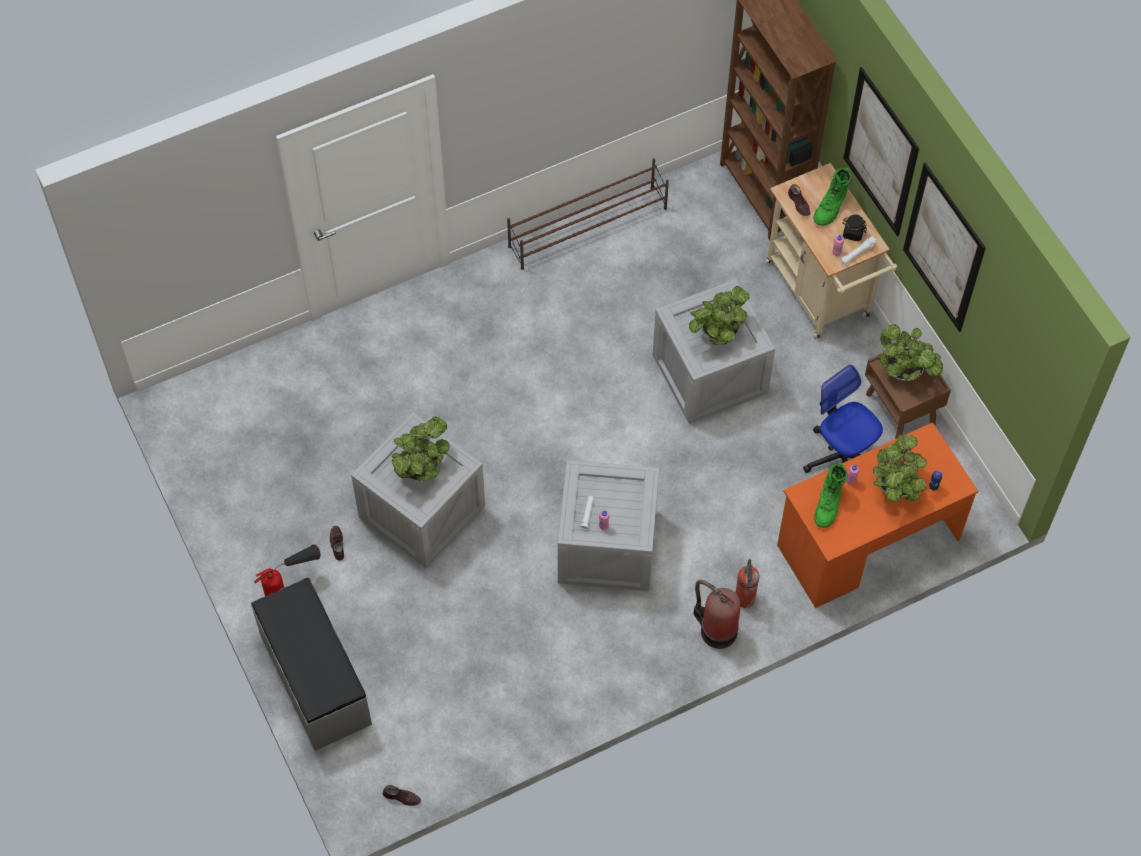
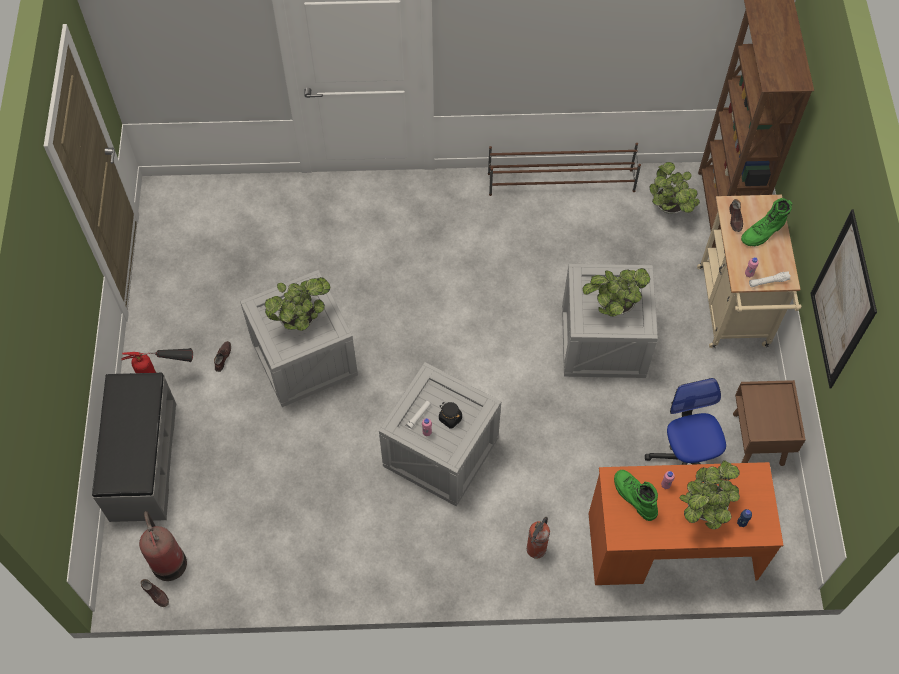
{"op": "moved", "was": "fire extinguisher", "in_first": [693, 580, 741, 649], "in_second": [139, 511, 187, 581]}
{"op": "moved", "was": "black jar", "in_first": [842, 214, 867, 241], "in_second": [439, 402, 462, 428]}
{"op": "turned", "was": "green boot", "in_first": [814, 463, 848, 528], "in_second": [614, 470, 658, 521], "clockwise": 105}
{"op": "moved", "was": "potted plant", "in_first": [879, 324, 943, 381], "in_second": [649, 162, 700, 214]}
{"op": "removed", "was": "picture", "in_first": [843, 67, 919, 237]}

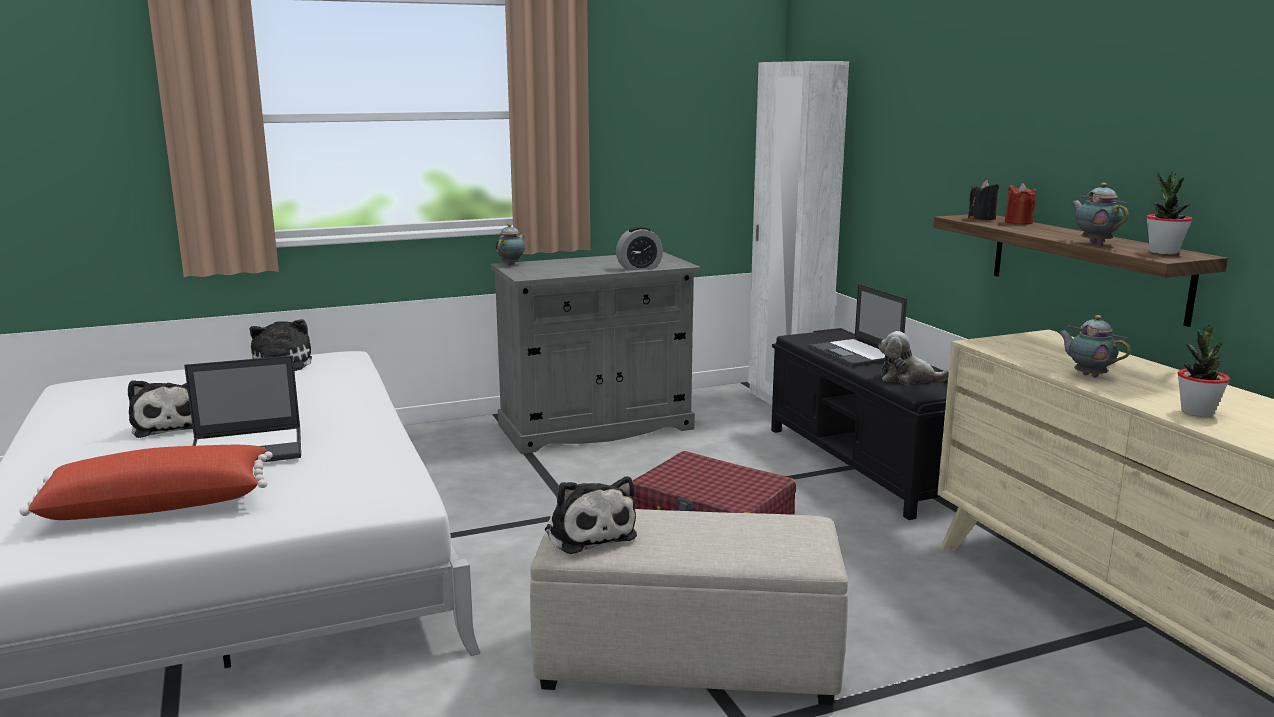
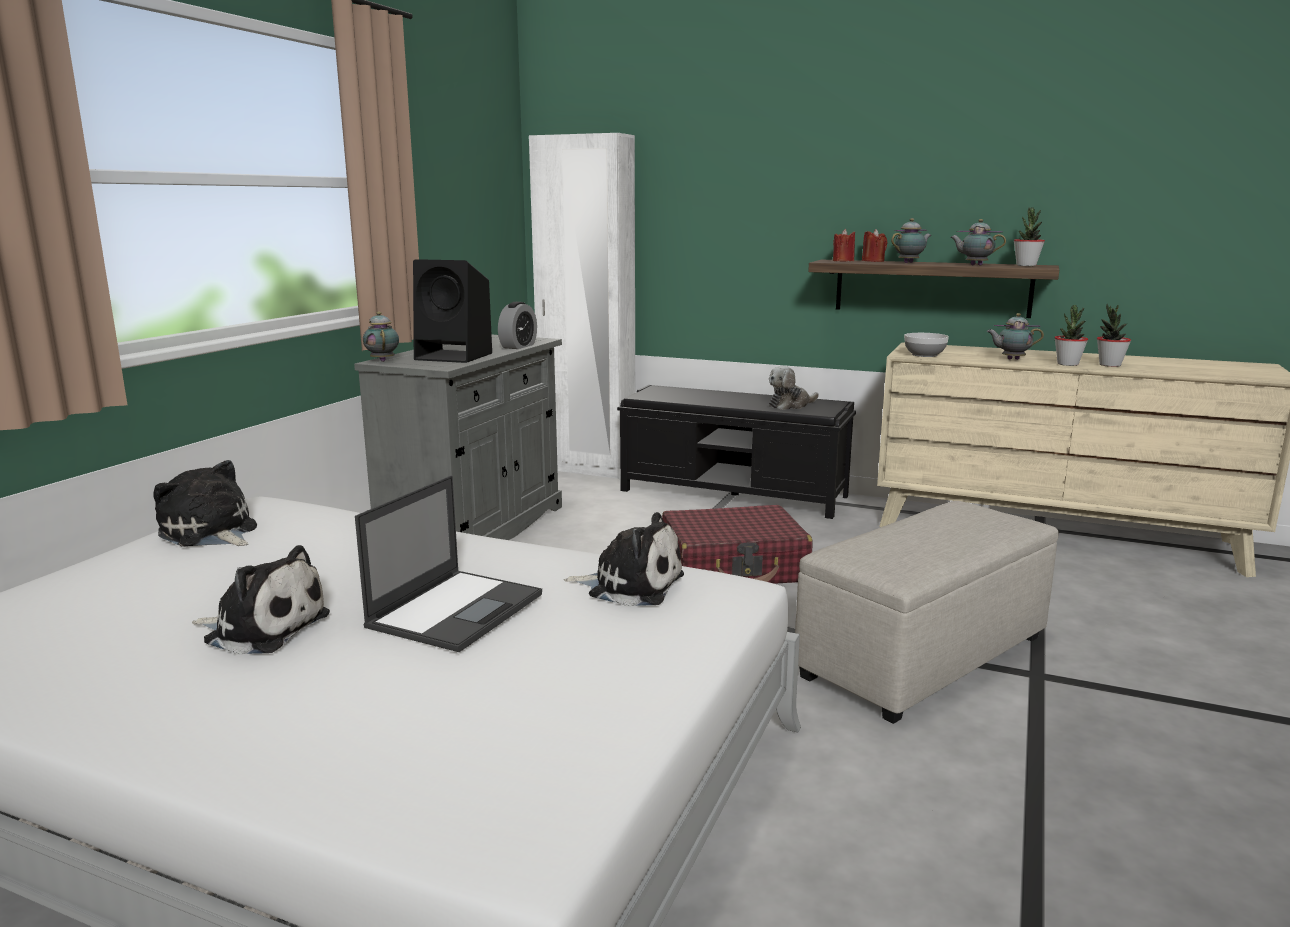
{"op": "added", "now": "black speaker", "in_second": [413, 259, 492, 363]}
{"op": "moved", "was": "plush toy", "in_first": [545, 476, 637, 554], "in_second": [564, 512, 684, 606]}
{"op": "recoloured", "was": "black candle", "now": "red candle", "in_first": [968, 180, 999, 220], "in_second": [833, 229, 855, 261]}
{"op": "added", "now": "teapot", "in_second": [891, 218, 931, 263]}
{"op": "added", "now": "bowl", "in_second": [904, 333, 949, 357]}
{"op": "added", "now": "potted plant", "in_second": [1055, 305, 1088, 366]}
{"op": "removed", "was": "red pillow", "in_first": [19, 445, 273, 520]}
{"op": "removed", "was": "laptop", "in_first": [808, 284, 907, 367]}

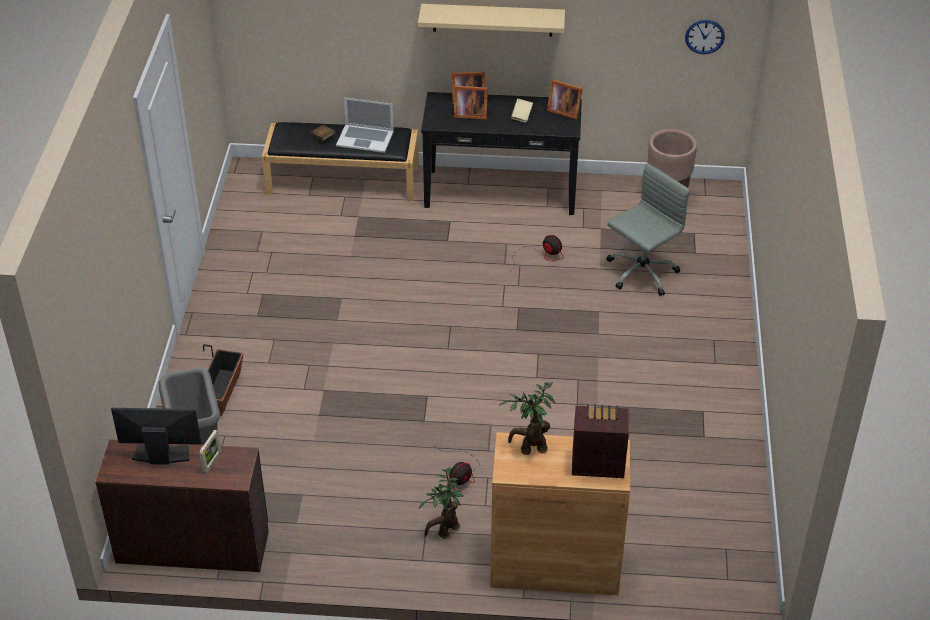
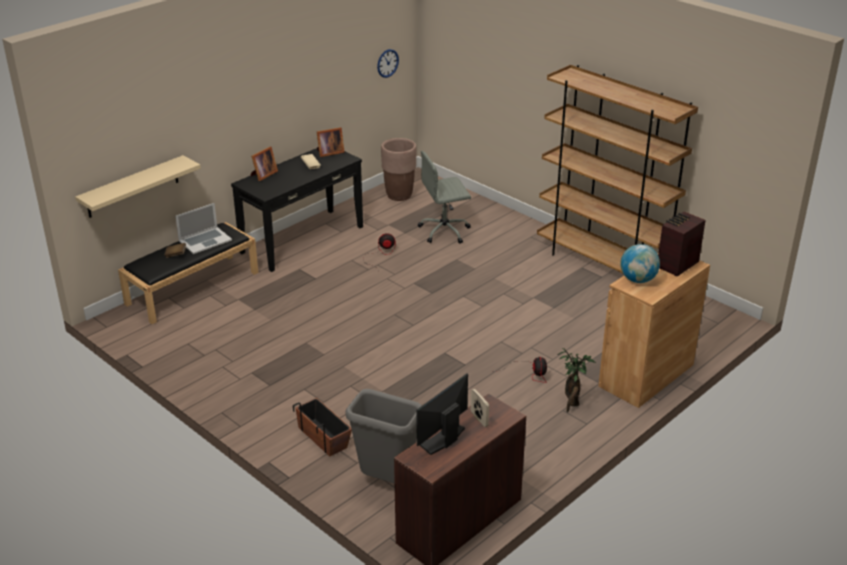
{"op": "moved", "was": "beige shelf", "in_first": [418, 4, 565, 37], "in_second": [75, 155, 201, 218]}
{"op": "turned", "was": "grey office chair", "in_first": [606, 163, 690, 296], "in_second": [418, 151, 471, 244], "clockwise": -105}
{"op": "added", "now": "brown bookcase", "in_second": [537, 65, 698, 273]}
{"op": "replaced", "was": "potted plant", "now": "globe", "in_first": [499, 382, 555, 455], "in_second": [620, 244, 660, 283]}
{"op": "removed", "was": "picture frame", "in_first": [454, 86, 488, 120]}

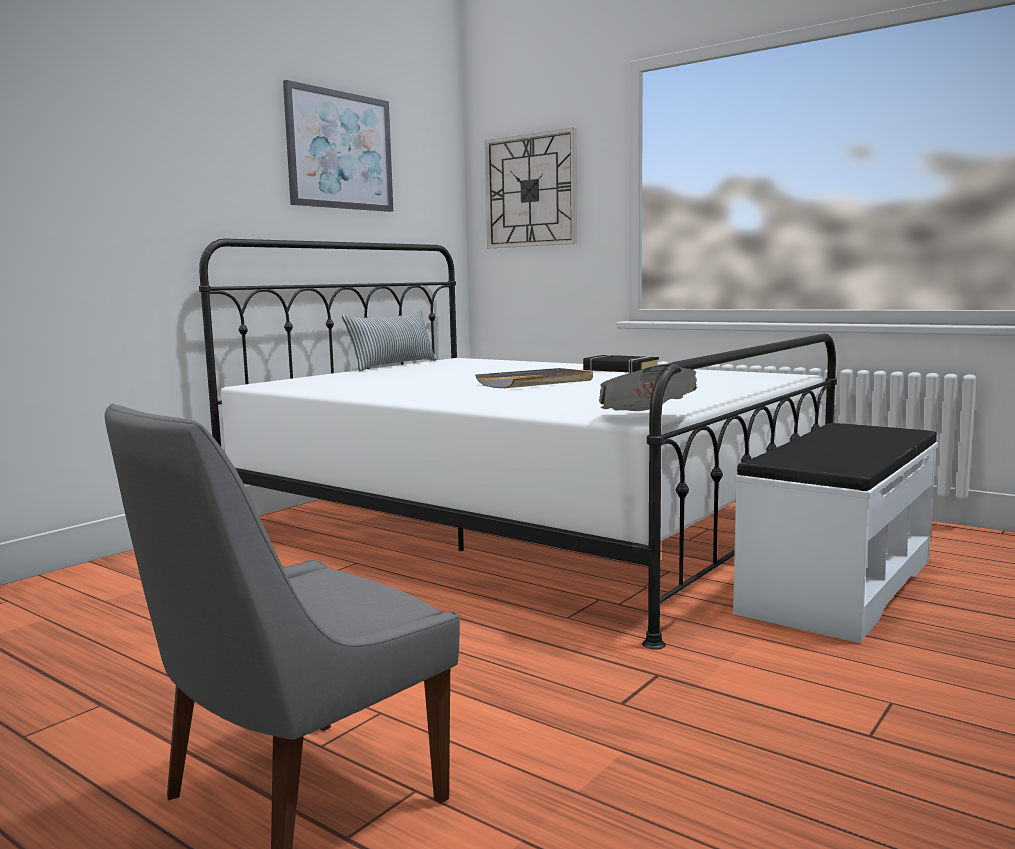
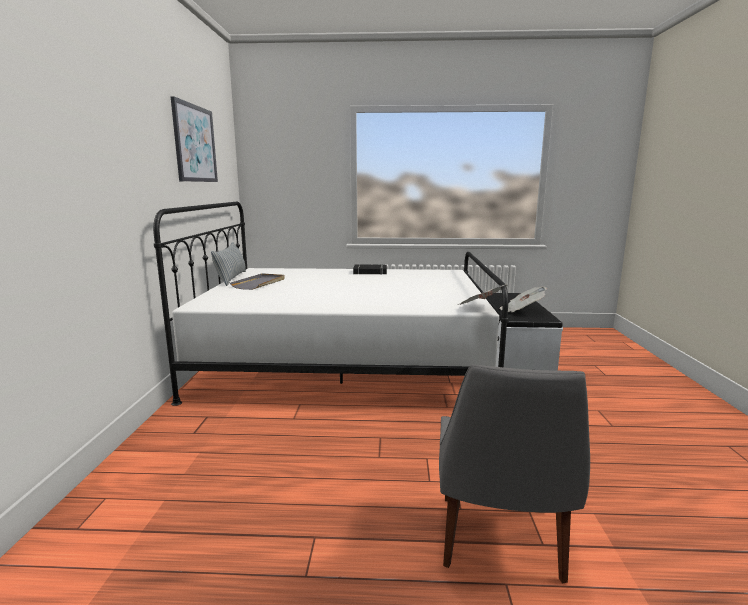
{"op": "moved", "was": "grey tray", "in_first": [475, 368, 593, 388], "in_second": [230, 273, 285, 290]}
{"op": "added", "now": "newspaper", "in_second": [499, 287, 547, 312]}
{"op": "removed", "was": "wall clock", "in_first": [485, 127, 577, 248]}

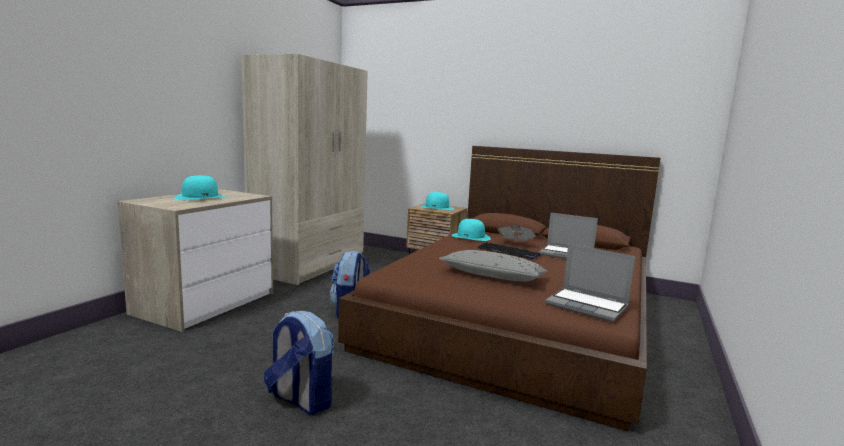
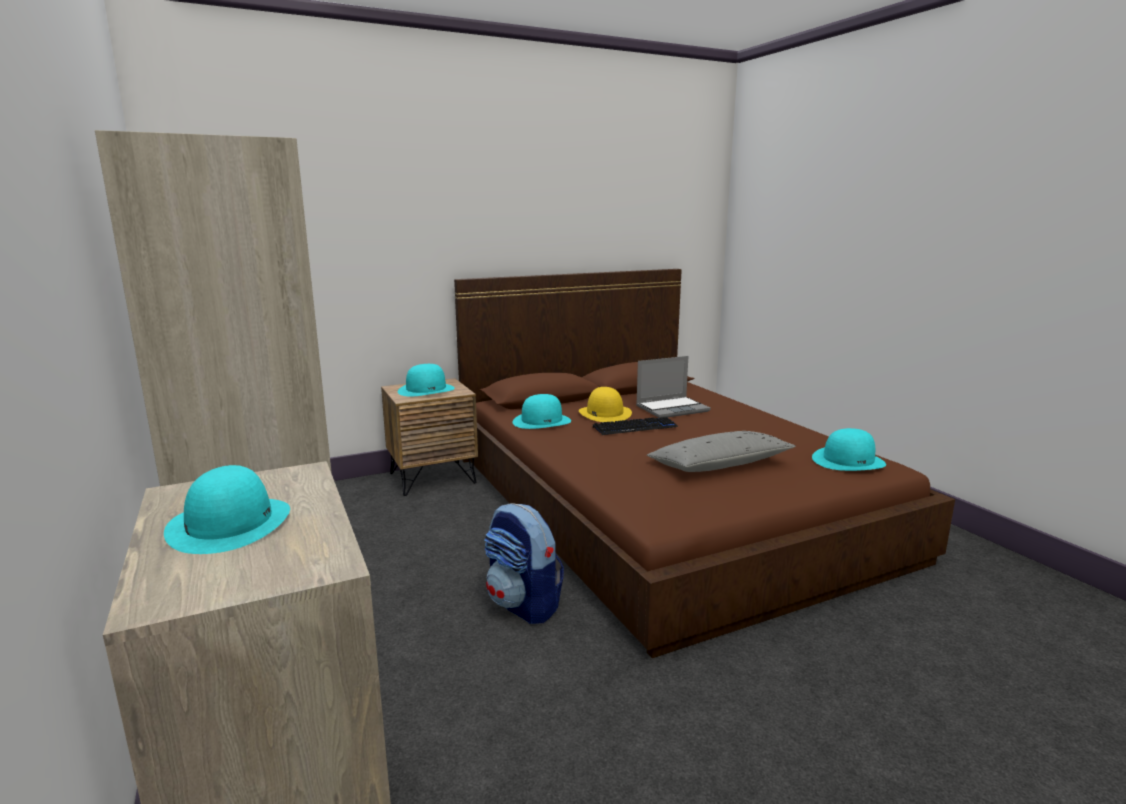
{"op": "replaced", "was": "newspaper", "now": "yellow hat", "in_first": [497, 226, 536, 241], "in_second": [579, 387, 632, 422]}
{"op": "replaced", "was": "laptop", "now": "turquoise hat", "in_first": [545, 244, 635, 322], "in_second": [812, 428, 886, 471]}
{"op": "removed", "was": "backpack", "in_first": [264, 311, 334, 415]}

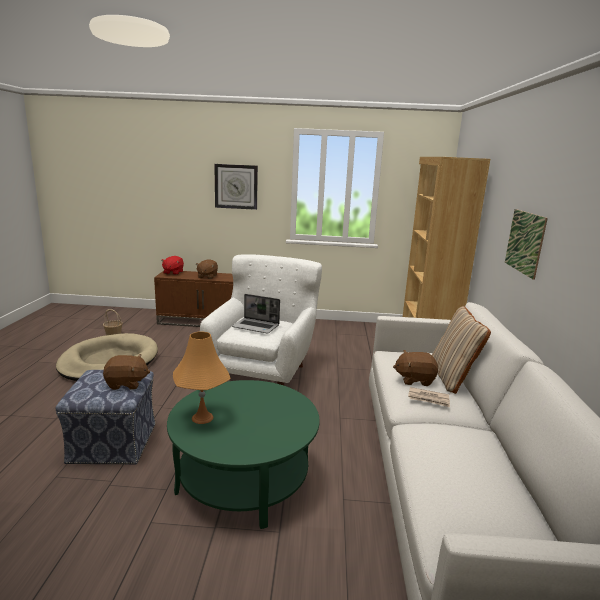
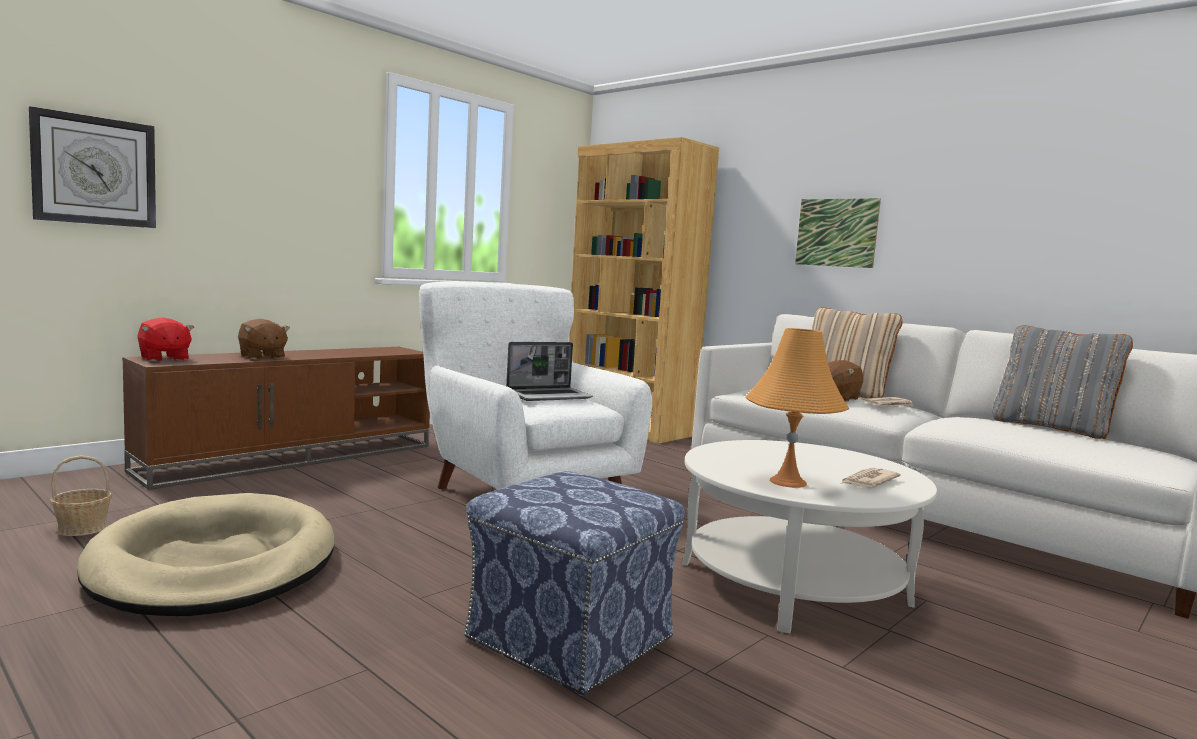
{"op": "moved", "was": "wall clock", "in_first": [214, 164, 258, 210], "in_second": [29, 106, 156, 228]}
{"op": "recoloured", "was": "green coffee table", "now": "white coffee table", "in_first": [167, 380, 320, 529], "in_second": [682, 440, 937, 633]}
{"op": "added", "now": "newspaper", "in_second": [840, 468, 901, 488]}
{"op": "added", "now": "grey pillow", "in_second": [992, 325, 1133, 439]}
{"op": "removed", "was": "brown plush toy", "in_first": [103, 354, 150, 390]}

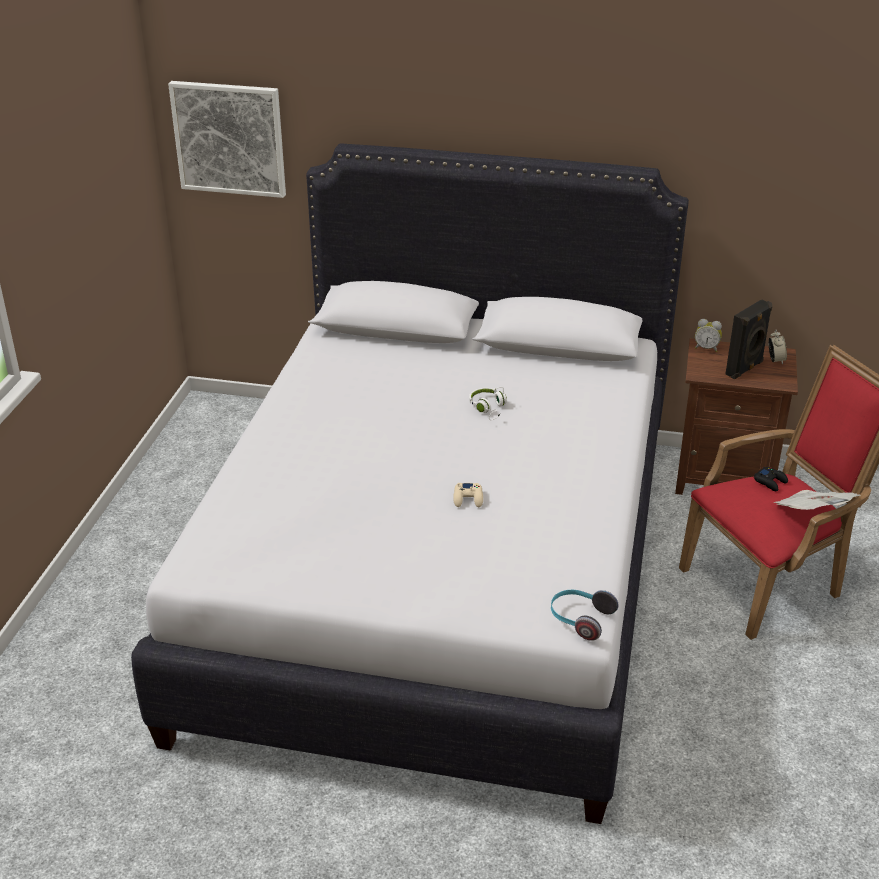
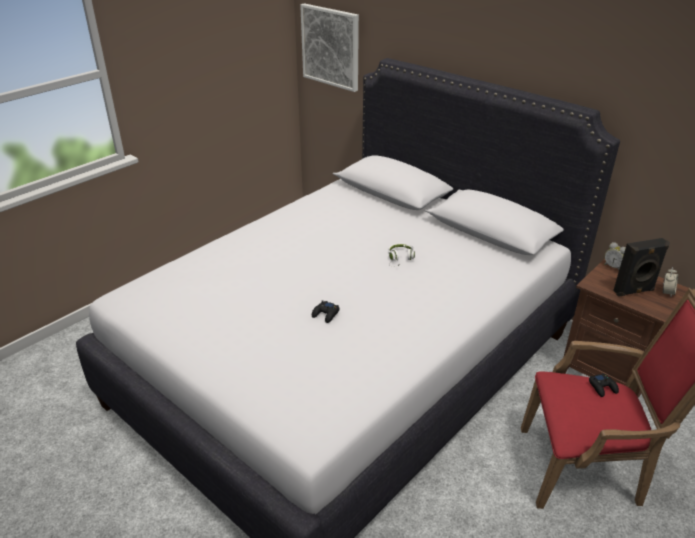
{"op": "recoloured", "was": "beige game controller", "now": "black game controller", "in_first": [453, 483, 483, 507], "in_second": [312, 300, 340, 323]}
{"op": "removed", "was": "headphones", "in_first": [551, 590, 619, 641]}
{"op": "removed", "was": "newspaper", "in_first": [773, 490, 861, 510]}

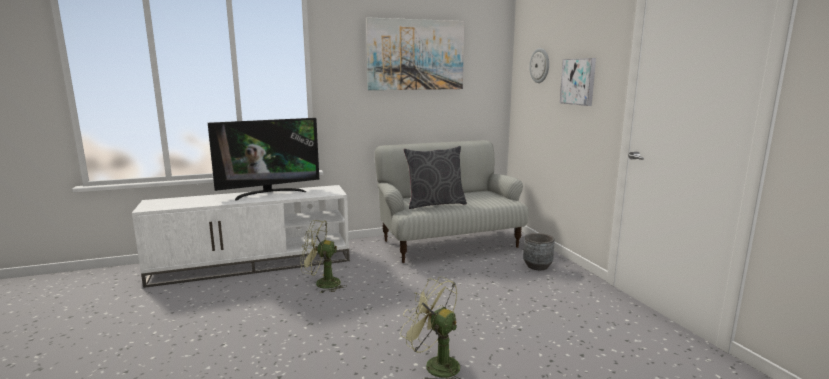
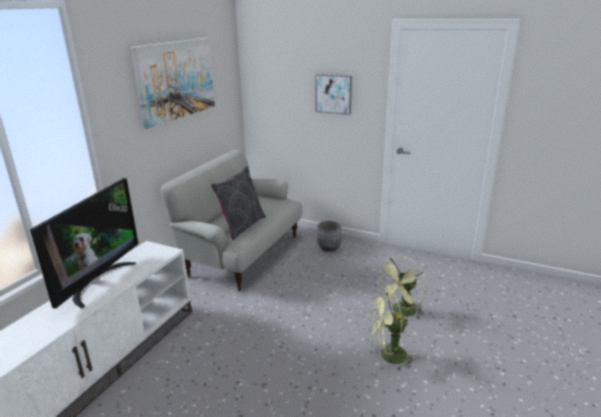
{"op": "moved", "was": "green fan", "in_first": [300, 220, 347, 293], "in_second": [376, 256, 427, 320]}
{"op": "removed", "was": "wall clock", "in_first": [529, 48, 549, 83]}

